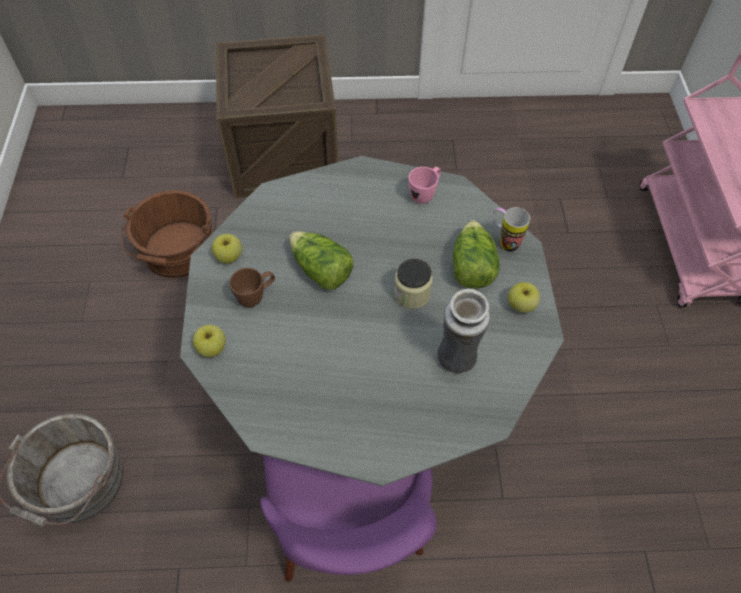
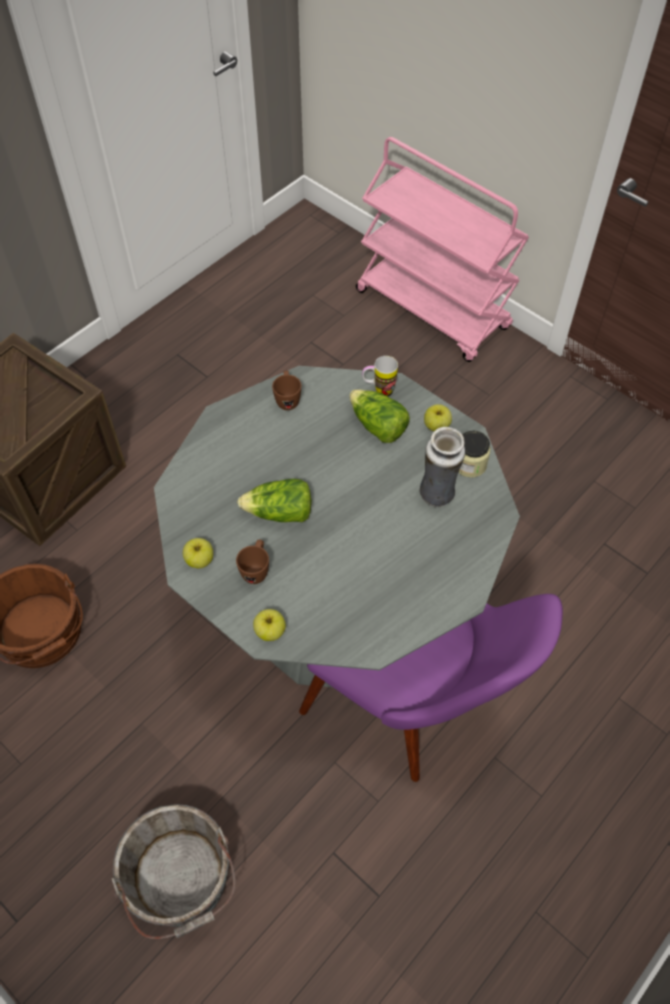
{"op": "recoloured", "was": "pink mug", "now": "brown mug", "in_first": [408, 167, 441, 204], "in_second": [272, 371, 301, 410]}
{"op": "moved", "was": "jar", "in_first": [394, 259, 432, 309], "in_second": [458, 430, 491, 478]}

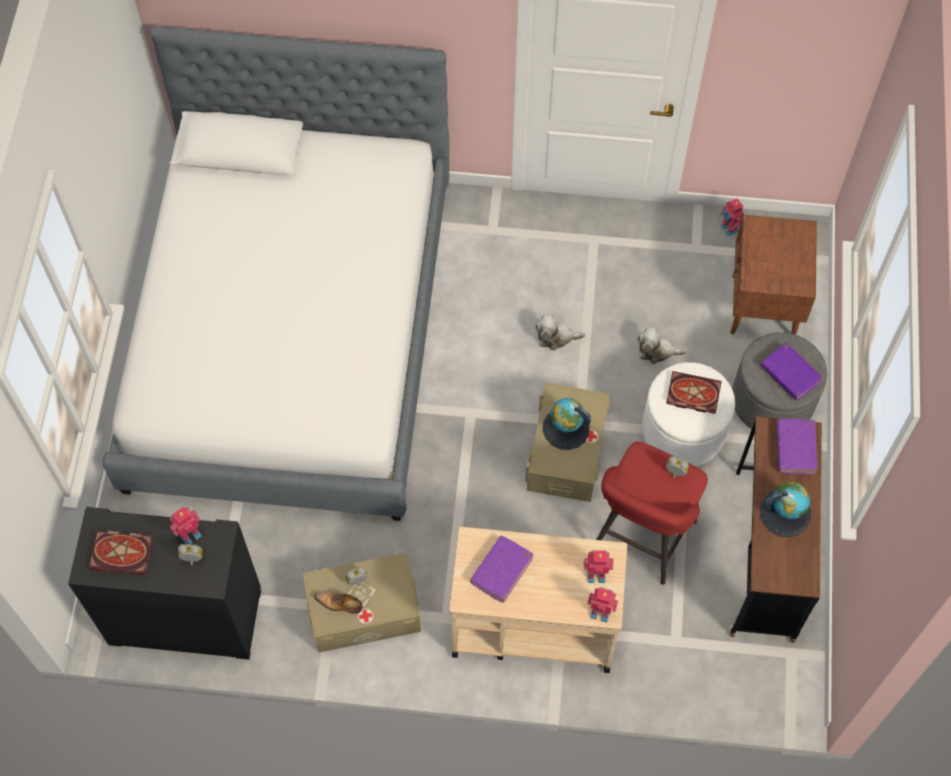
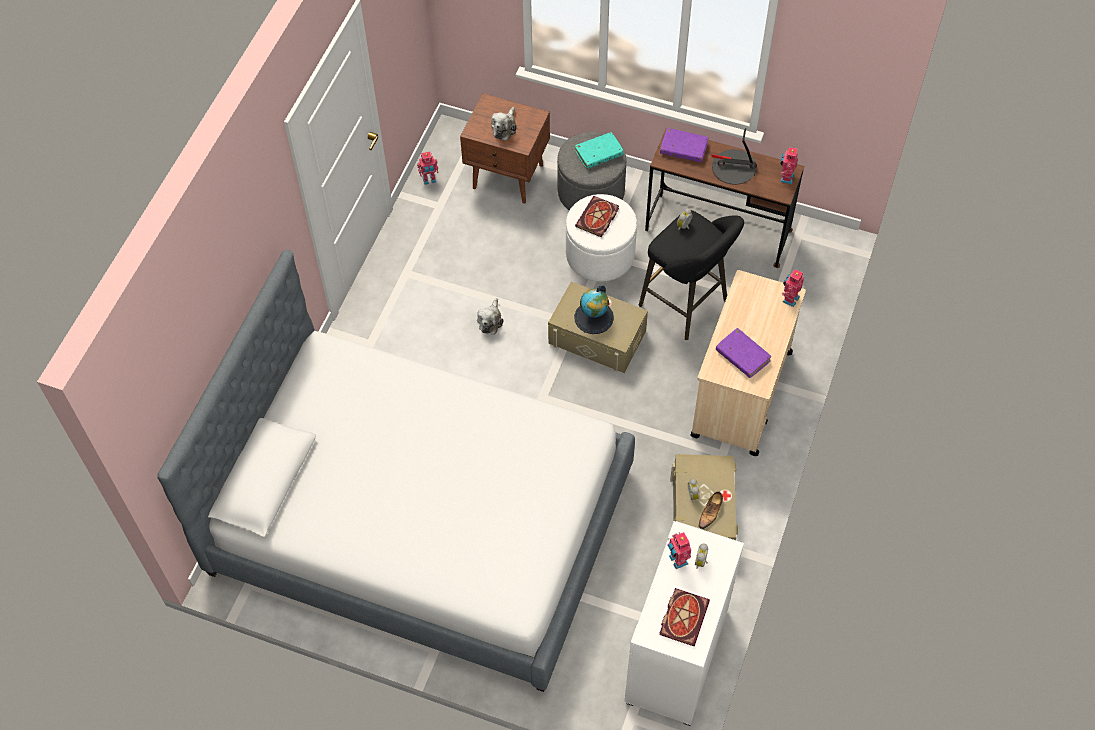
{"op": "moved", "was": "plush toy", "in_first": [638, 327, 687, 364], "in_second": [491, 107, 517, 141]}
{"op": "recoloured", "was": "purple book", "now": "turquoise book", "in_first": [761, 343, 822, 401], "in_second": [575, 132, 624, 169]}
{"op": "recoloured", "was": "black cabinet", "now": "white cabinet", "in_first": [68, 507, 261, 660], "in_second": [625, 521, 744, 726]}
{"op": "recoloured", "was": "red stool", "now": "black stool", "in_first": [596, 441, 708, 585], "in_second": [639, 210, 744, 340]}
{"op": "replaced", "was": "globe", "now": "table lamp", "in_first": [760, 482, 811, 537], "in_second": [712, 128, 757, 185]}
{"op": "moved", "was": "toy robot", "in_first": [584, 550, 614, 583], "in_second": [780, 146, 798, 184]}

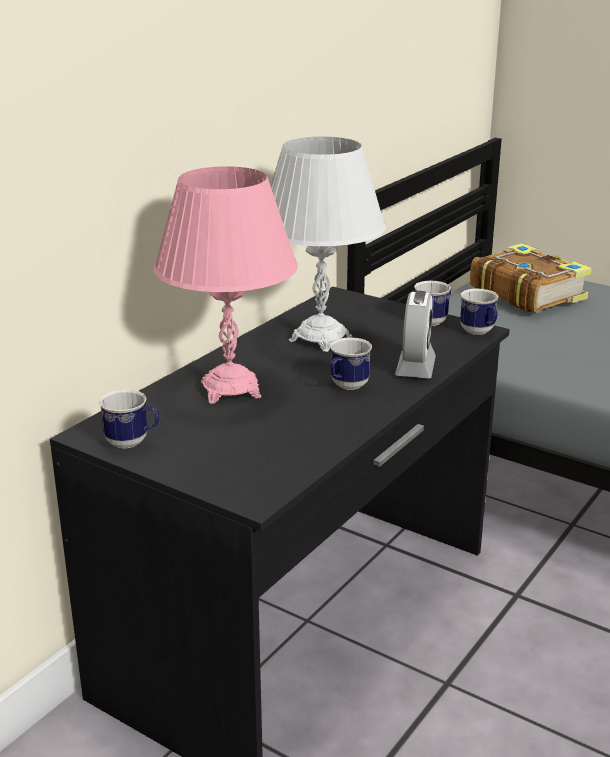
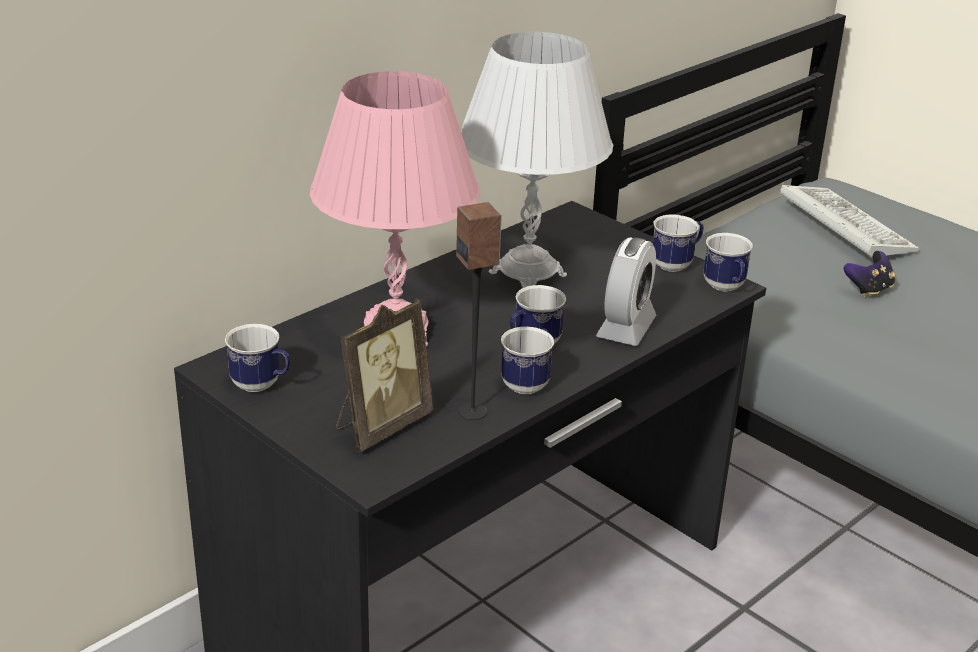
{"op": "added", "now": "picture frame", "in_second": [336, 299, 433, 452]}
{"op": "added", "now": "speaker", "in_second": [456, 202, 502, 420]}
{"op": "added", "now": "mug", "in_second": [501, 327, 554, 394]}
{"op": "replaced", "was": "book", "now": "keyboard", "in_first": [470, 243, 592, 313], "in_second": [780, 185, 920, 259]}
{"op": "added", "now": "game controller", "in_second": [844, 251, 895, 298]}

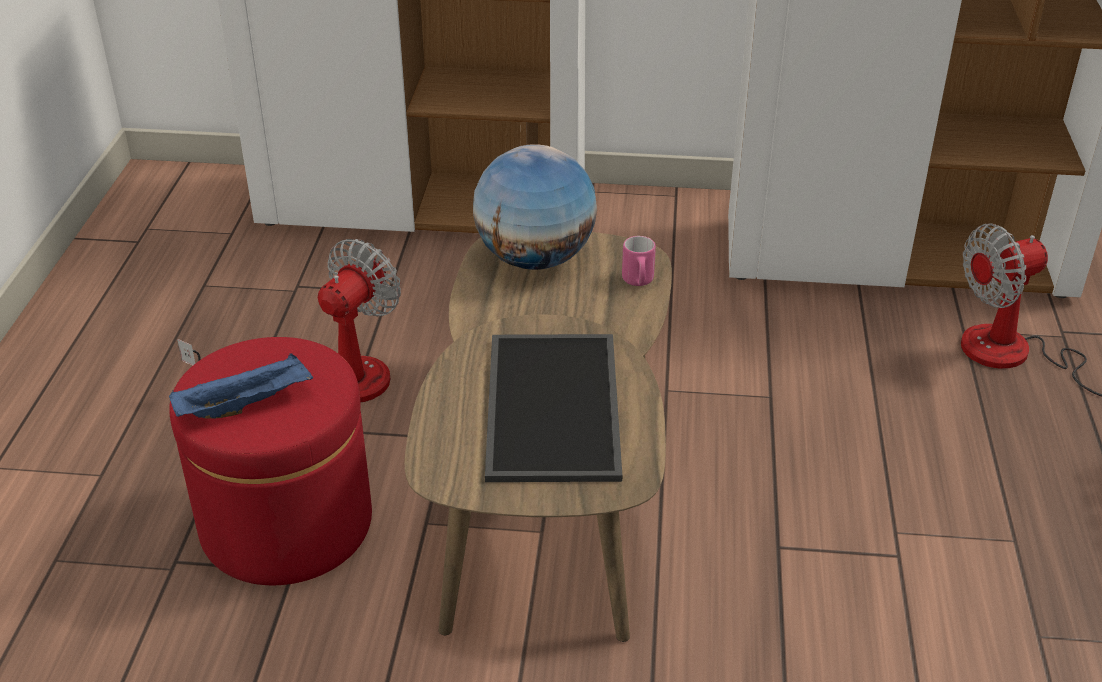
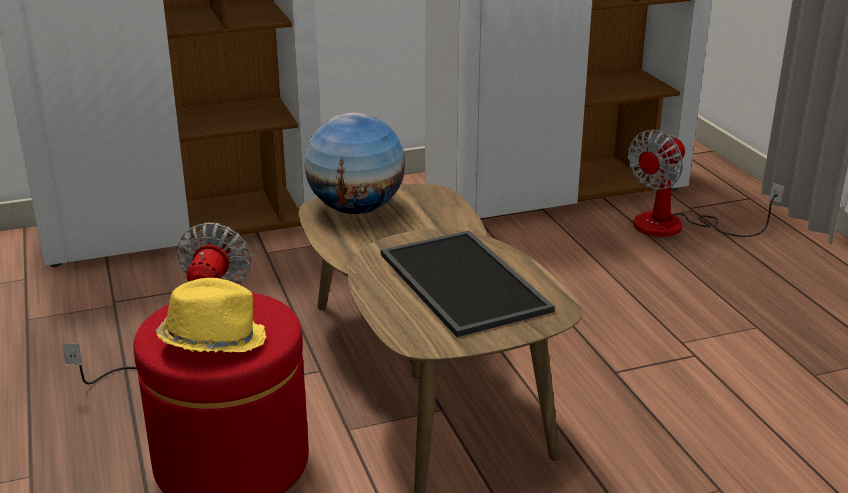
{"op": "replaced", "was": "blue tray", "now": "yellow hat", "in_first": [169, 353, 313, 419], "in_second": [155, 278, 266, 353]}
{"op": "removed", "was": "pink mug", "in_first": [622, 236, 656, 286]}

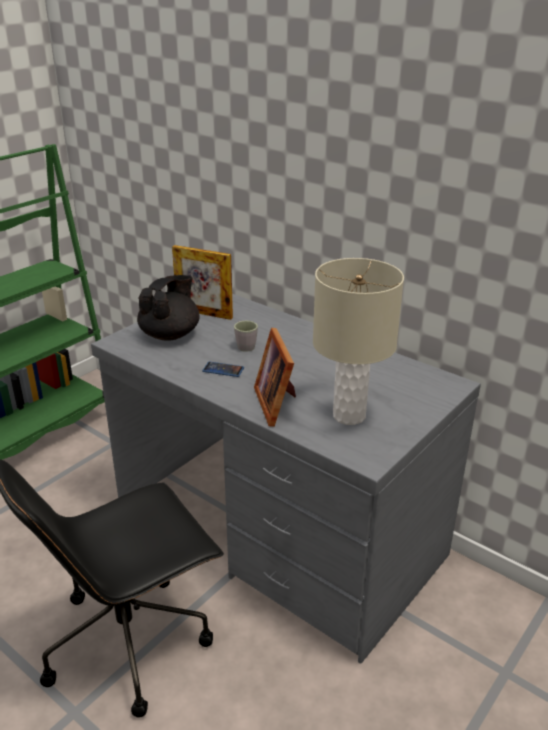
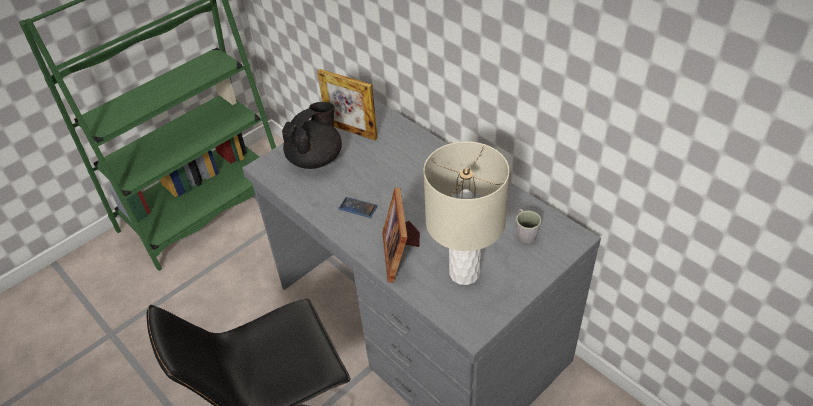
{"op": "moved", "was": "grey mug", "in_first": [234, 321, 258, 352], "in_second": [516, 209, 541, 243]}

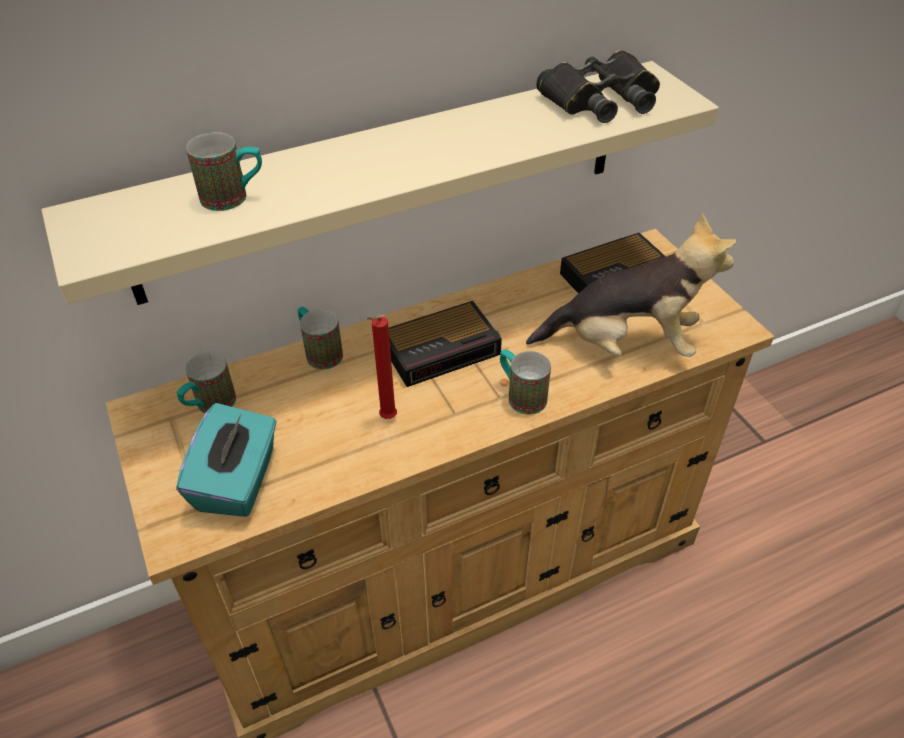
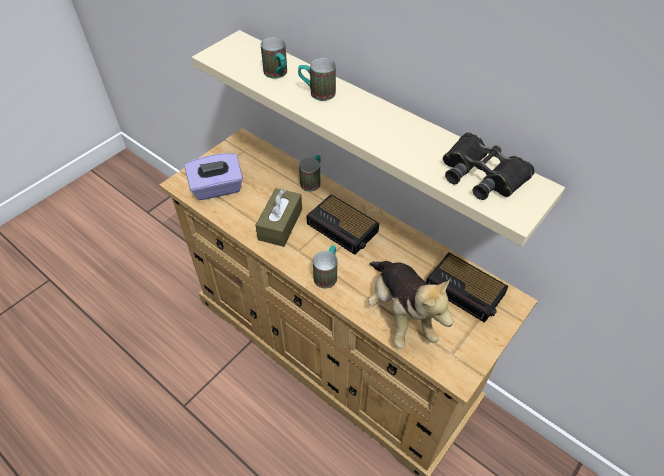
{"op": "recoloured", "was": "turquoise tissue box", "now": "purple tissue box", "in_first": [176, 403, 277, 517], "in_second": [184, 153, 243, 200]}
{"op": "replaced", "was": "red candle", "now": "brown tissue box", "in_first": [367, 316, 397, 419], "in_second": [255, 188, 302, 247]}
{"op": "moved", "was": "mug", "in_first": [177, 352, 236, 413], "in_second": [298, 58, 336, 101]}

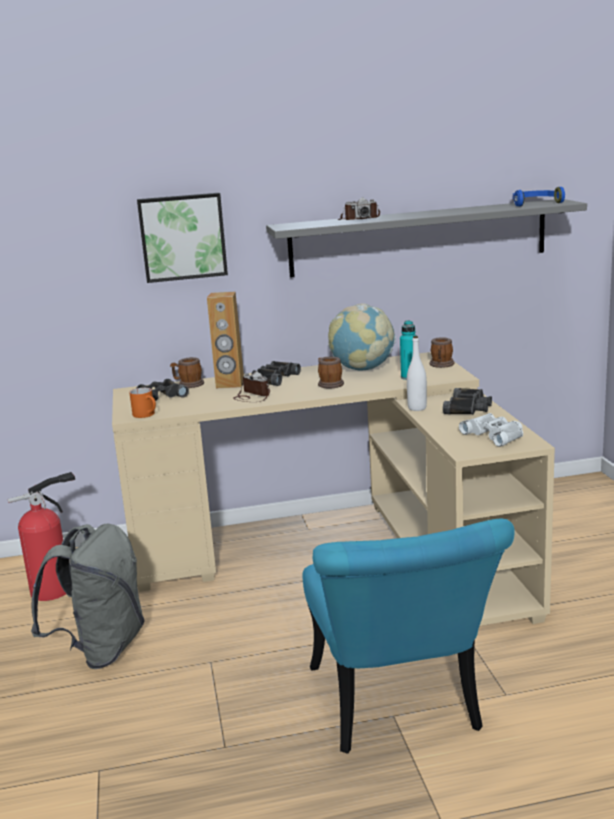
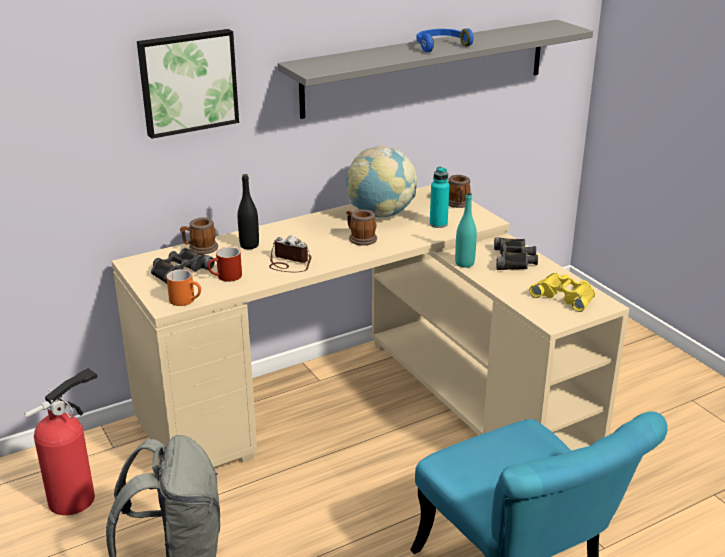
{"op": "added", "now": "red mug", "in_second": [207, 247, 242, 282]}
{"op": "replaced", "was": "brown speaker", "now": "black bottle", "in_first": [207, 292, 244, 388], "in_second": [238, 174, 259, 249]}
{"op": "moved", "was": "blue headphones", "in_first": [513, 187, 565, 206], "in_second": [417, 28, 474, 52]}
{"op": "recoloured", "was": "white bottle", "now": "turquoise bottle", "in_first": [407, 336, 427, 411], "in_second": [455, 192, 477, 268]}
{"op": "recoloured", "was": "white binoculars", "now": "yellow binoculars", "in_first": [459, 413, 523, 447], "in_second": [529, 273, 595, 312]}
{"op": "removed", "was": "black binoculars", "in_first": [251, 361, 301, 386]}
{"op": "removed", "was": "photo camera", "in_first": [337, 197, 380, 220]}

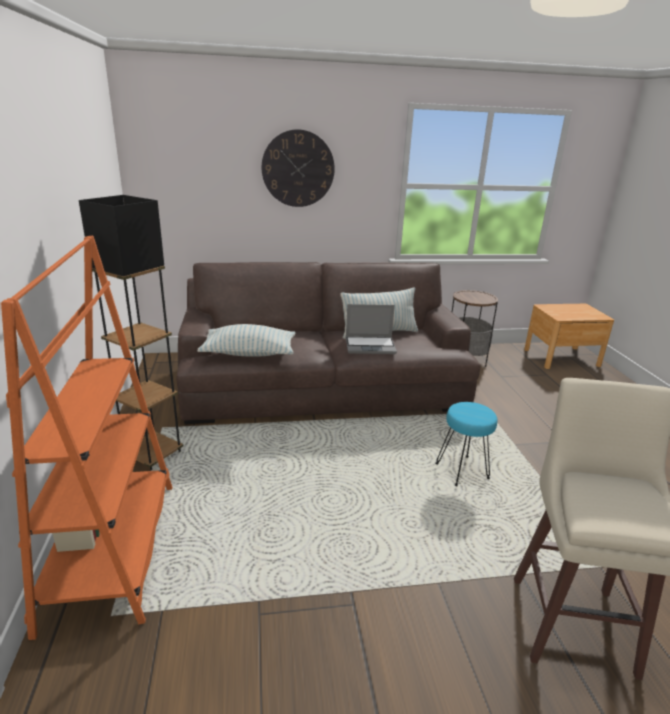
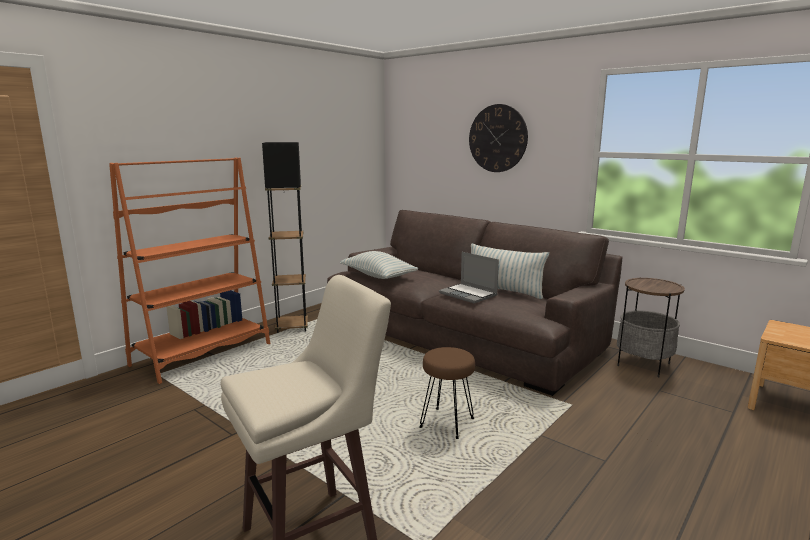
{"op": "recoloured", "was": "turquoise stool", "now": "brown stool", "in_first": [435, 402, 497, 487], "in_second": [419, 347, 475, 439]}

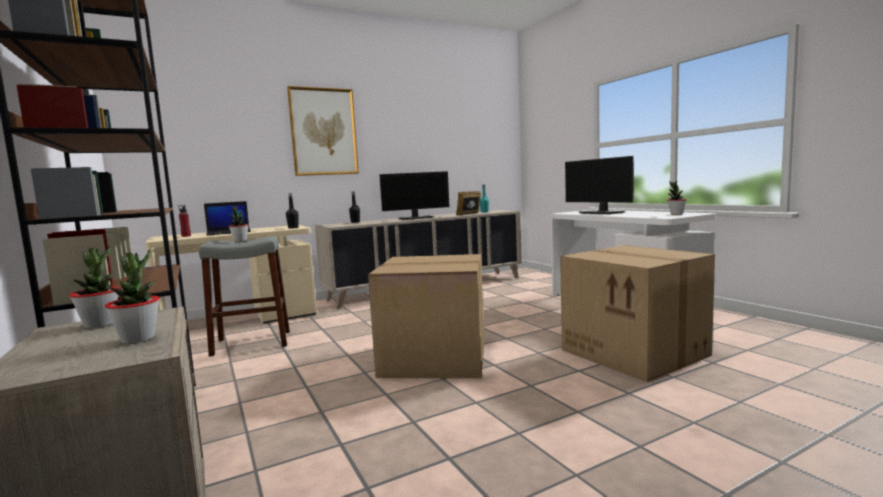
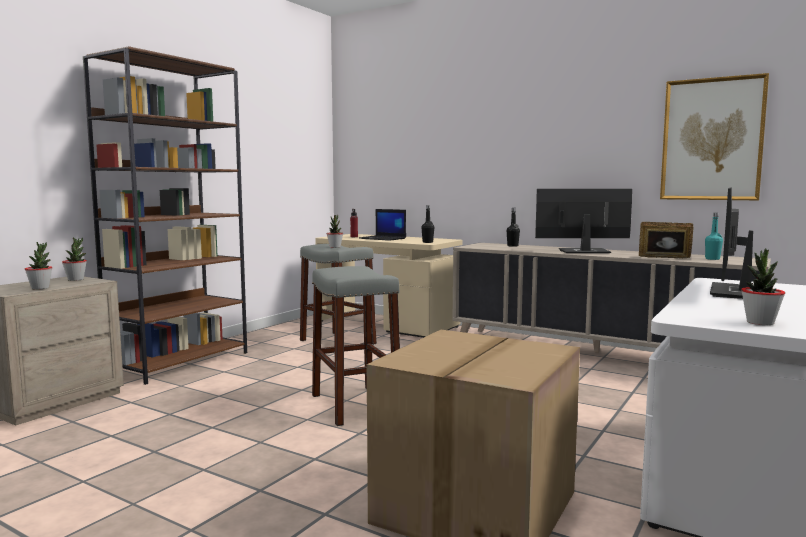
{"op": "replaced", "was": "cardboard box", "now": "grey stool", "in_first": [368, 254, 484, 378], "in_second": [312, 266, 400, 426]}
{"op": "turned", "was": "monitor", "in_first": [379, 171, 450, 220], "in_second": [535, 189, 632, 253], "clockwise": 135}
{"op": "moved", "was": "picture", "in_first": [287, 86, 359, 176], "in_second": [660, 73, 769, 200]}

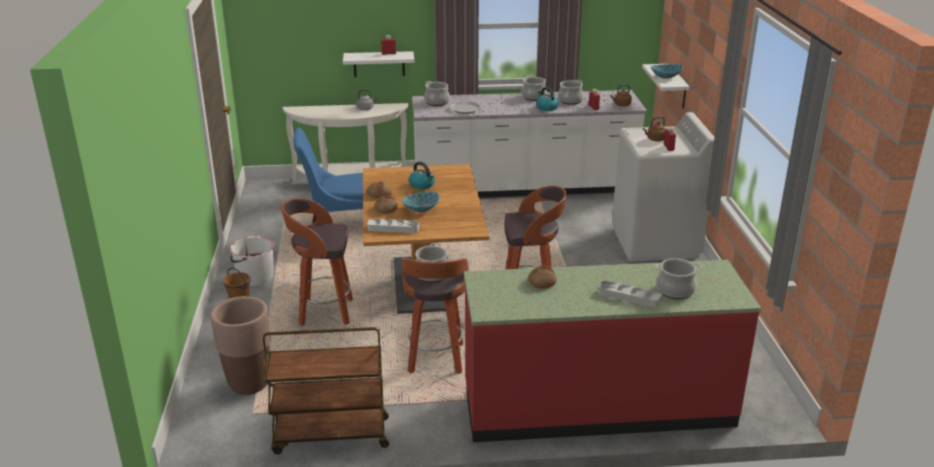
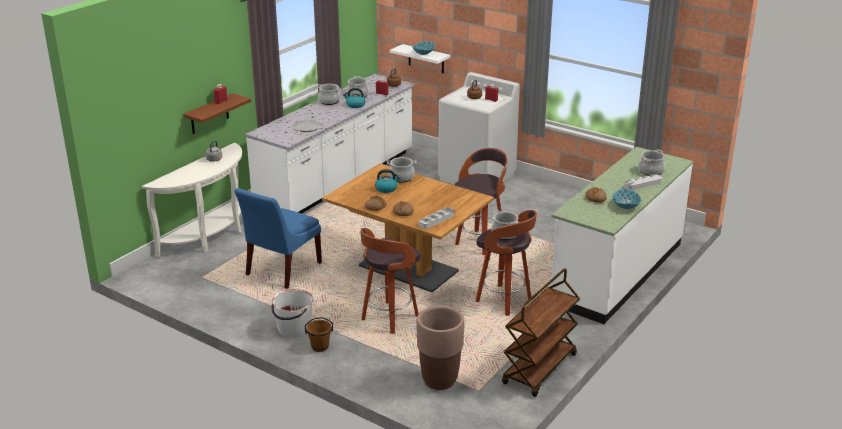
{"op": "recoloured", "was": "white shelf", "now": "brown shelf", "in_first": [343, 51, 414, 77], "in_second": [183, 93, 251, 134]}
{"op": "moved", "was": "cooking pot", "in_first": [424, 81, 450, 106], "in_second": [387, 157, 417, 182]}
{"op": "recoloured", "was": "red counter", "now": "white counter", "in_first": [464, 260, 761, 442], "in_second": [551, 147, 693, 324]}
{"op": "moved", "was": "bowl", "in_first": [402, 191, 440, 212], "in_second": [612, 189, 641, 209]}

